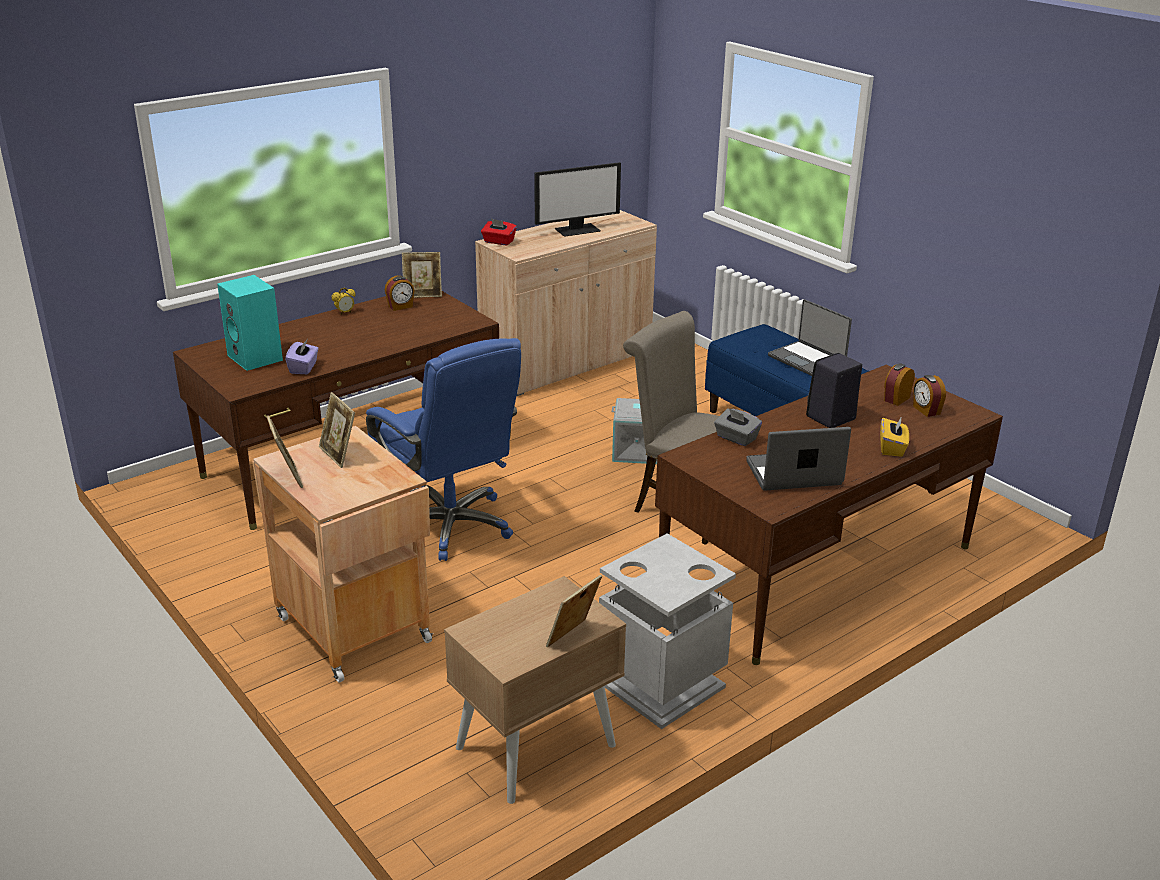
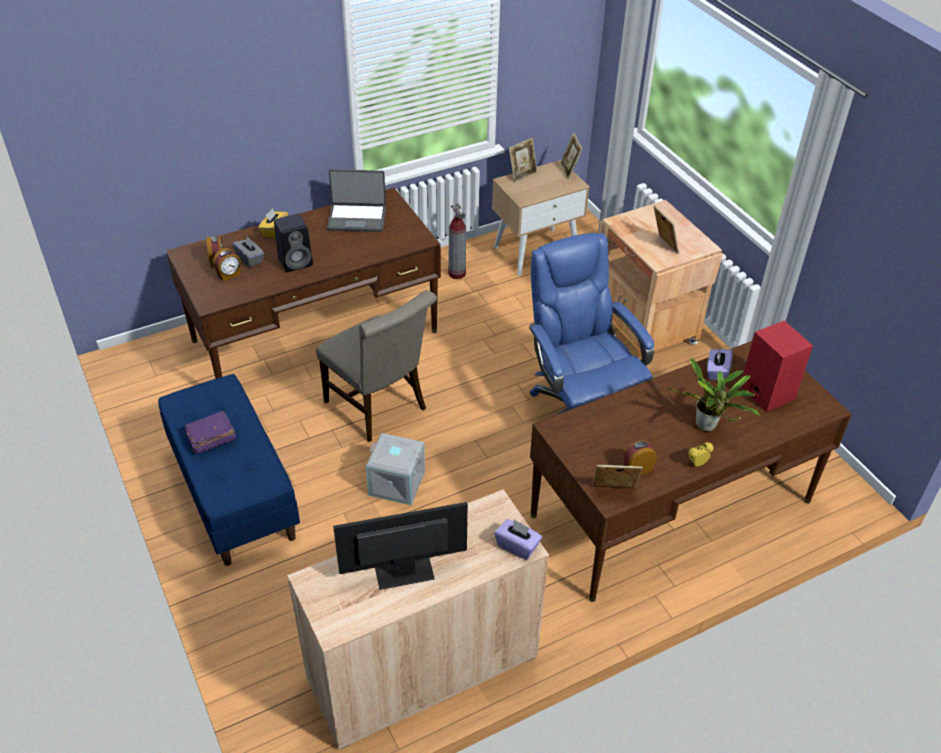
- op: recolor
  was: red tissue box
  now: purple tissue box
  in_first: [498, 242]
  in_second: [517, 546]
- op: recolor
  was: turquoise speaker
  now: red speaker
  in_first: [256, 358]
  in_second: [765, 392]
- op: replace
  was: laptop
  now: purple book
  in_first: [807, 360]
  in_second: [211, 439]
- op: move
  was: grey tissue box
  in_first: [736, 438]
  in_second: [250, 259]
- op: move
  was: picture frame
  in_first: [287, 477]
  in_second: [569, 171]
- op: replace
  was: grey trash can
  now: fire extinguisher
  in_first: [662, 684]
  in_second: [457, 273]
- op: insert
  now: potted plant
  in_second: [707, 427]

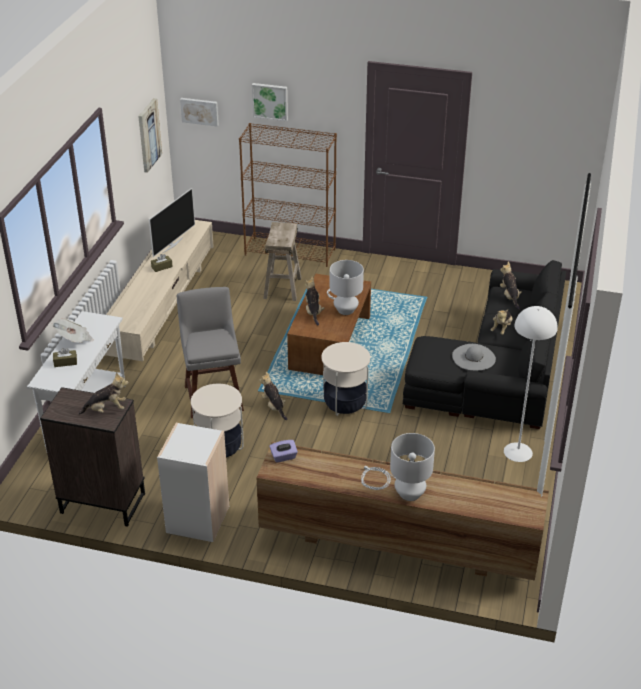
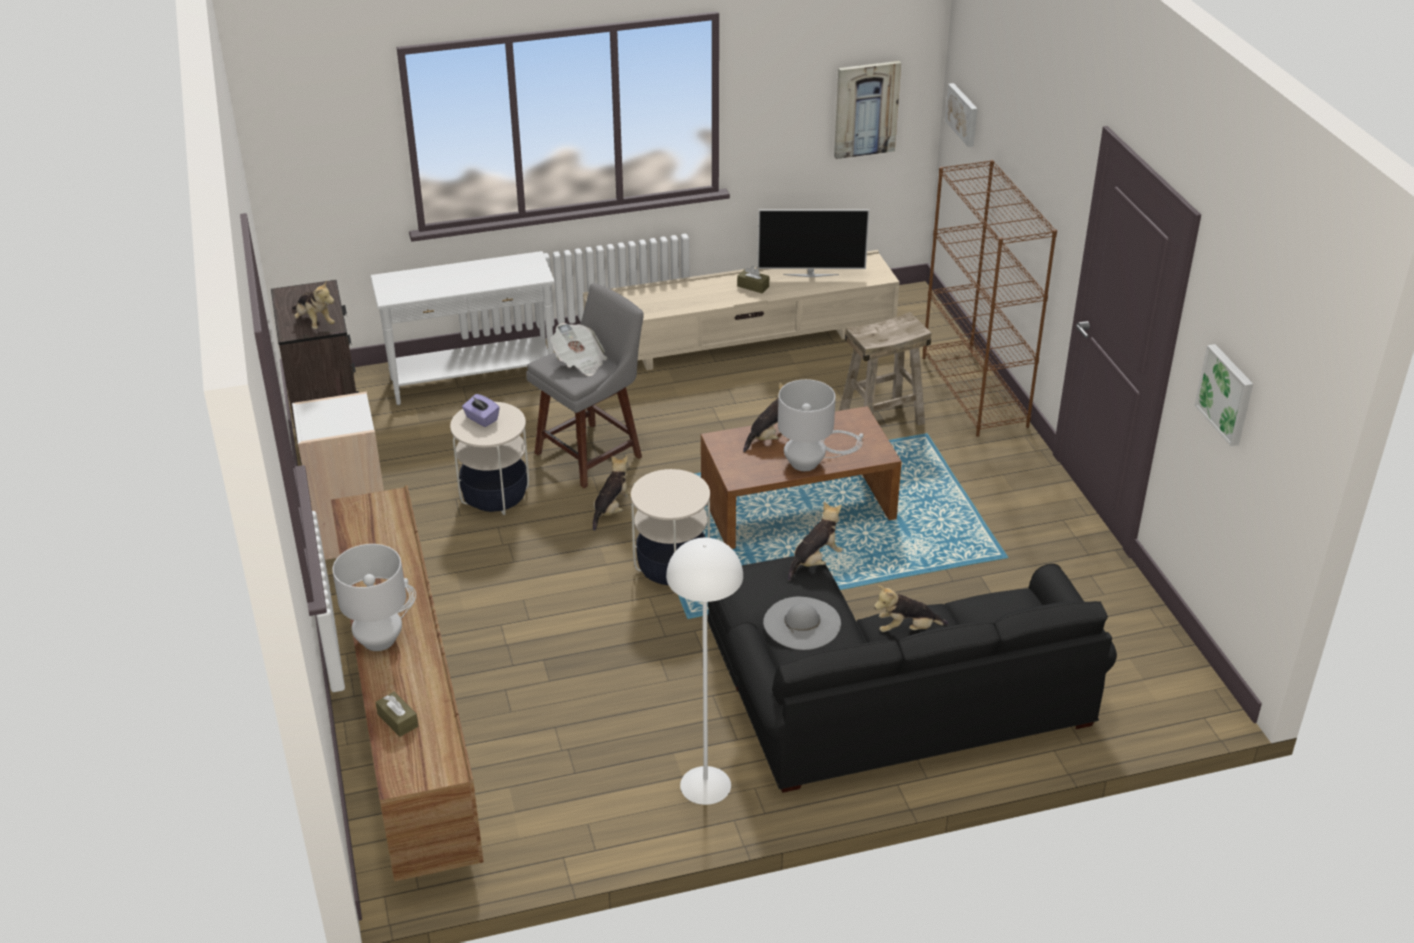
- op: move
  was: picture
  in_first: [270, 101]
  in_second: [1227, 394]
- op: move
  was: plush toy
  in_first: [509, 296]
  in_second: [815, 561]
- op: move
  was: newspaper
  in_first: [74, 339]
  in_second: [579, 362]
- op: move
  was: brown tissue box
  in_first: [65, 362]
  in_second: [398, 720]
- op: move
  was: purple tissue box
  in_first: [283, 457]
  in_second: [481, 419]

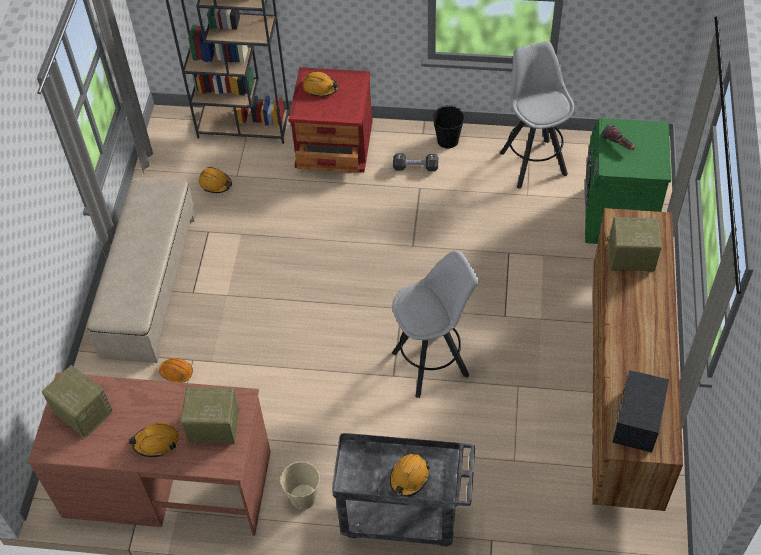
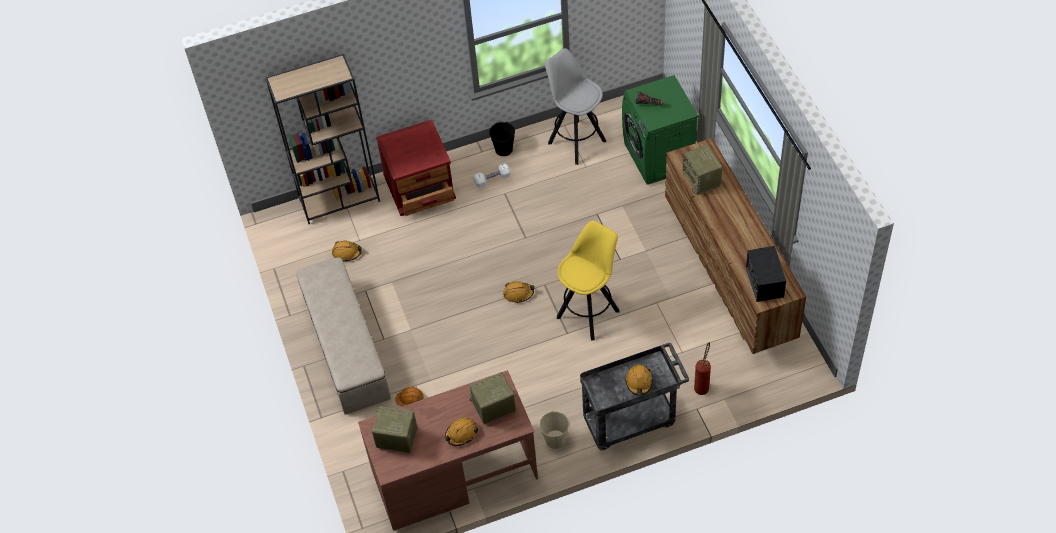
- op: move
  was: orange hard hat
  in_first: [320, 88]
  in_second: [518, 293]
- op: recolor
  was: black dumbbell
  now: white dumbbell
  in_first: [415, 167]
  in_second: [492, 179]
- op: rotate
  was: radio
  in_first: [630, 258]
  in_second: [702, 180]
  clockwise: -90
- op: recolor
  was: grey stool
  now: yellow stool
  in_first: [432, 363]
  in_second: [589, 313]
- op: insert
  now: fire extinguisher
  in_second: [702, 385]

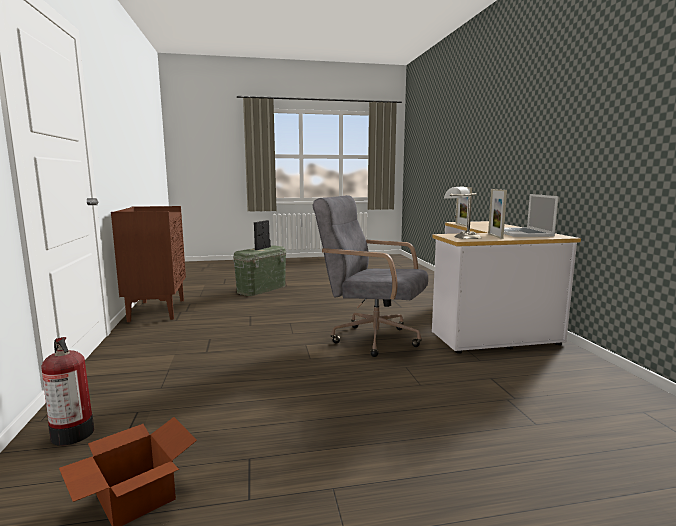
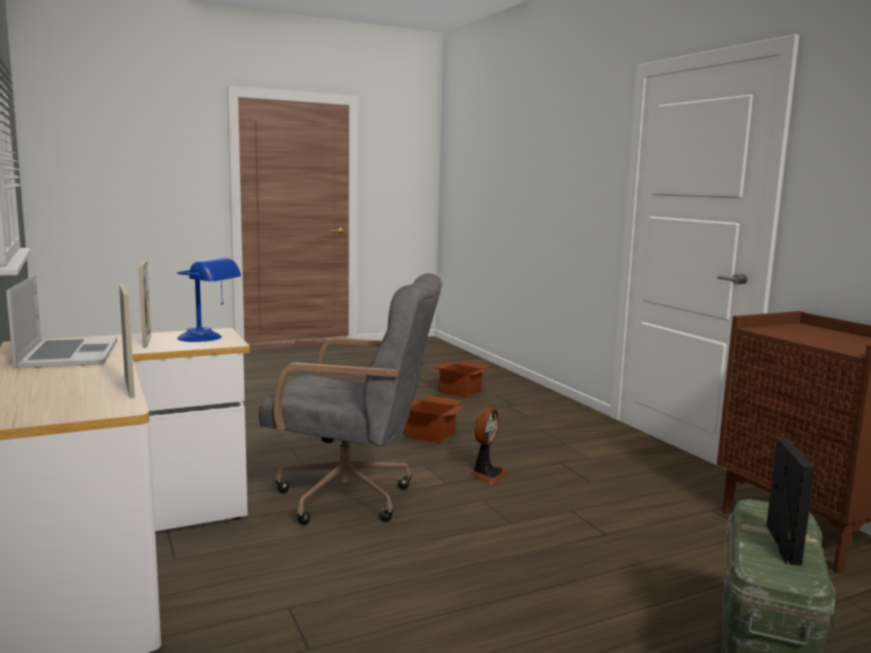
- op: recolor
  was: white table lamp
  now: blue table lamp
  in_first: [461, 236]
  in_second: [208, 338]
- op: delete
  was: fire extinguisher
  in_first: [72, 433]
- op: insert
  now: cardboard box
  in_second: [431, 434]
- op: insert
  now: fan
  in_second: [487, 474]

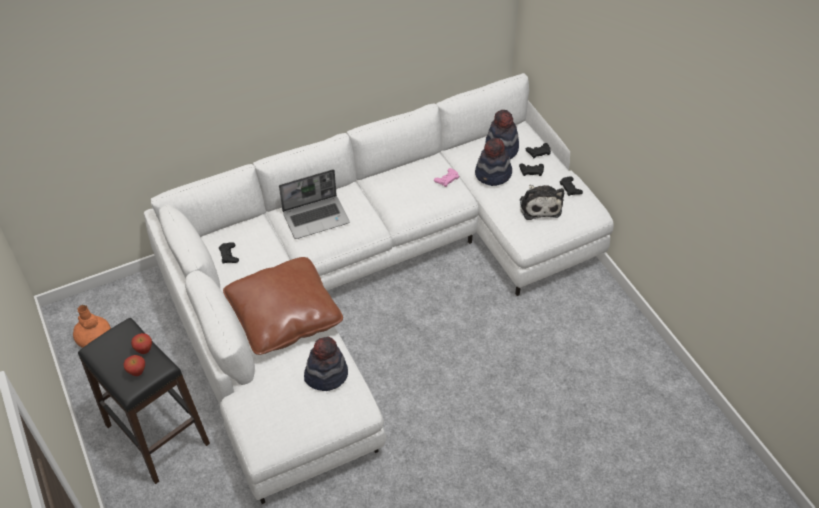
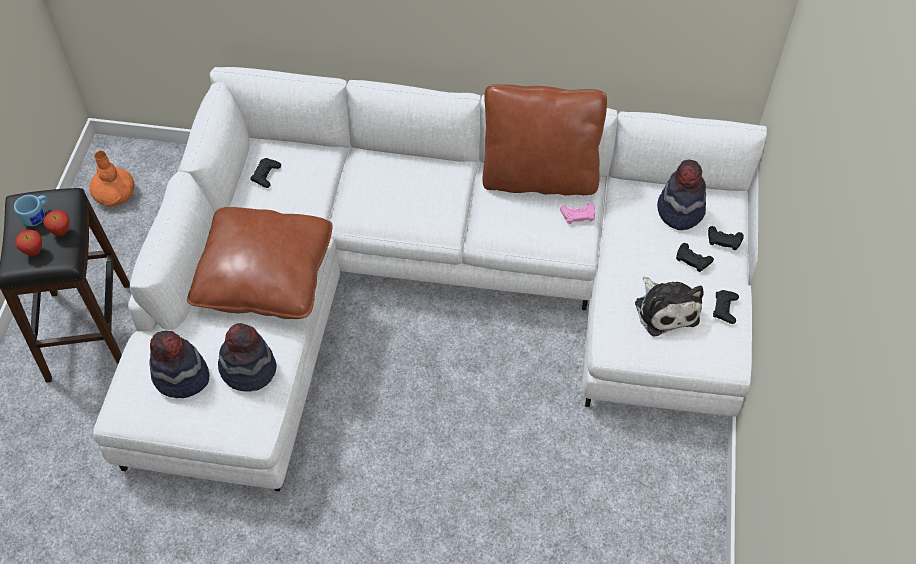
- op: move
  was: hat
  in_first: [493, 175]
  in_second: [181, 377]
- op: delete
  was: laptop
  in_first: [316, 217]
- op: rotate
  was: plush toy
  in_first: [539, 205]
  in_second: [665, 309]
  clockwise: -45
- op: insert
  now: brown pillow
  in_second: [539, 178]
- op: insert
  now: blue mug
  in_second: [37, 216]

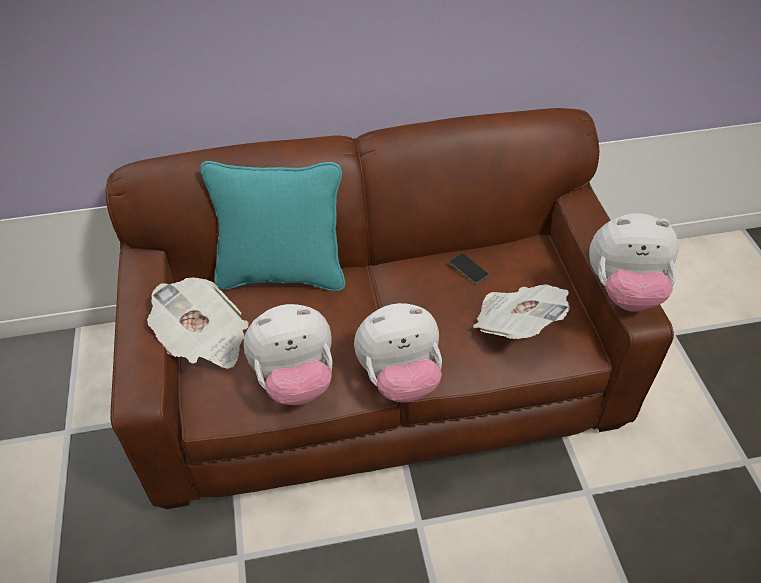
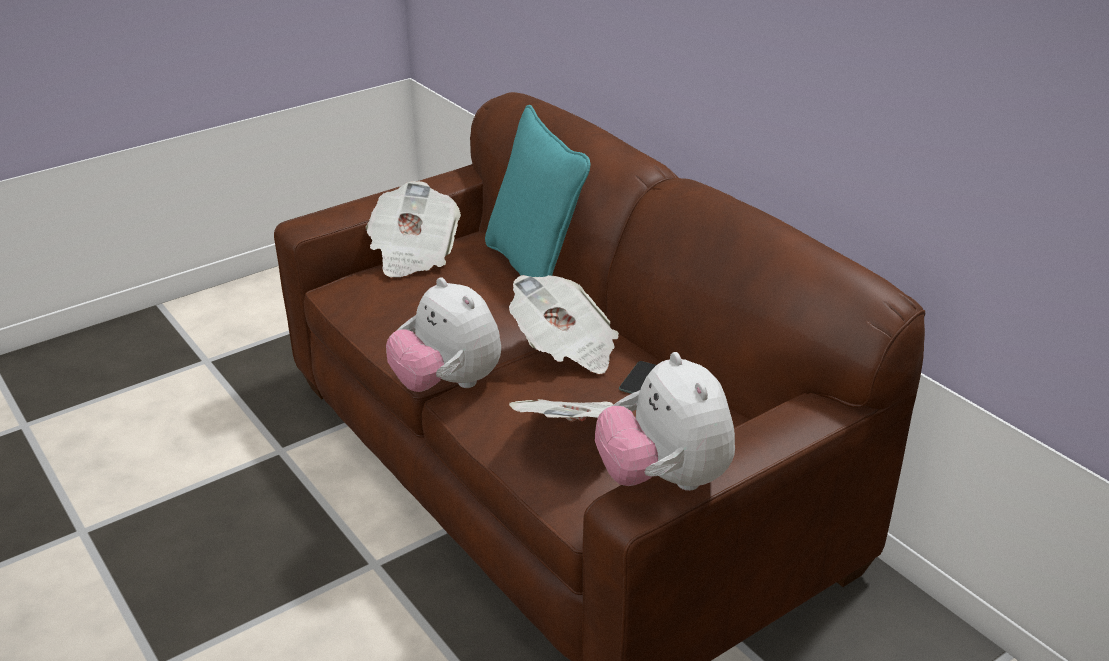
- op: delete
  was: plush toy
  in_first: [295, 380]
- op: insert
  now: newspaper
  in_second: [565, 348]

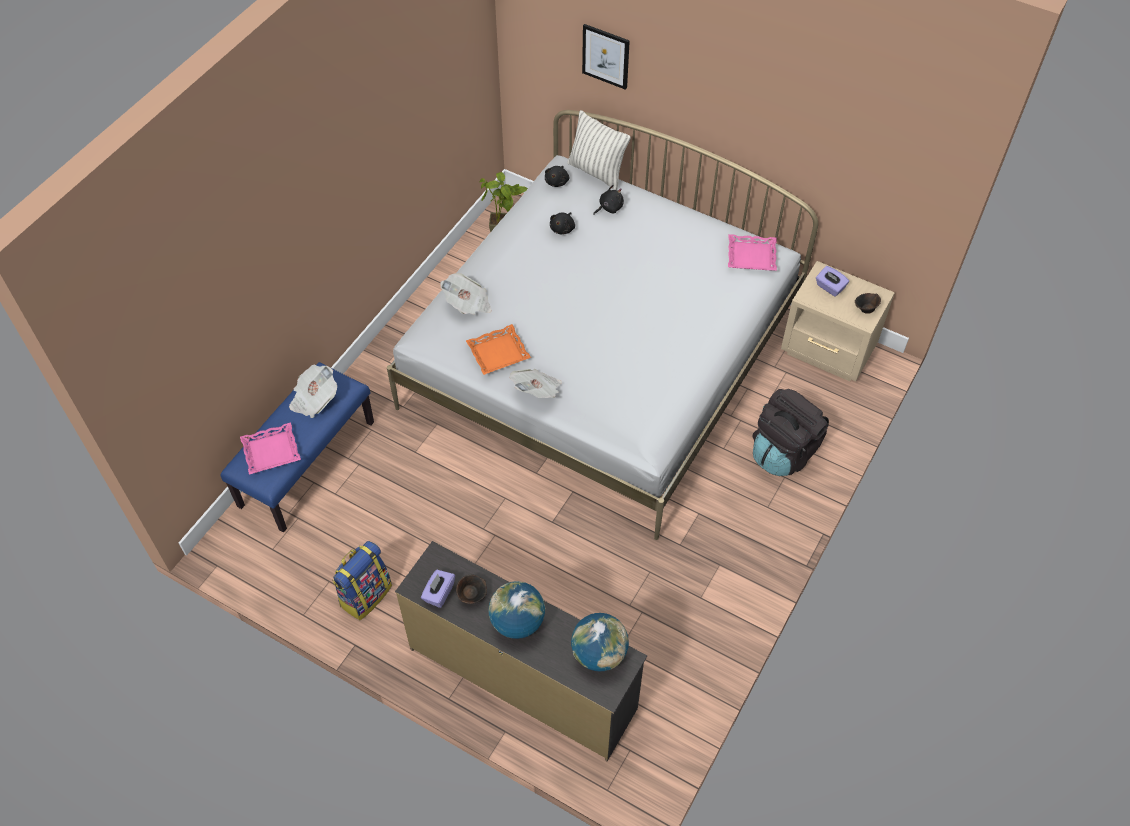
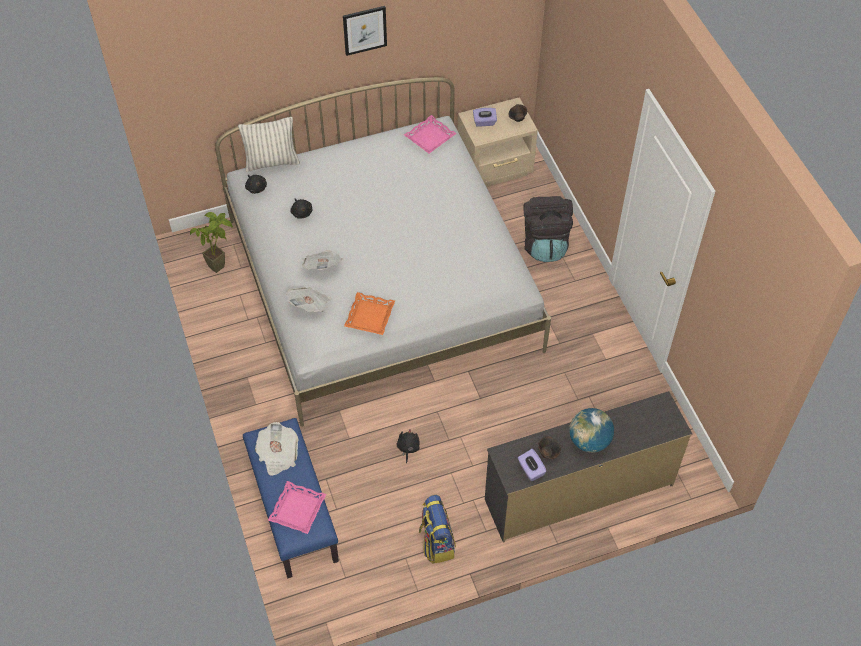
- op: move
  was: picture
  in_first: [606, 56]
  in_second: [364, 30]
- op: move
  was: black plush toy
  in_first: [609, 207]
  in_second: [408, 448]
- op: move
  was: newspaper
  in_first: [537, 391]
  in_second: [323, 267]
- op: delete
  was: globe
  in_first: [599, 654]

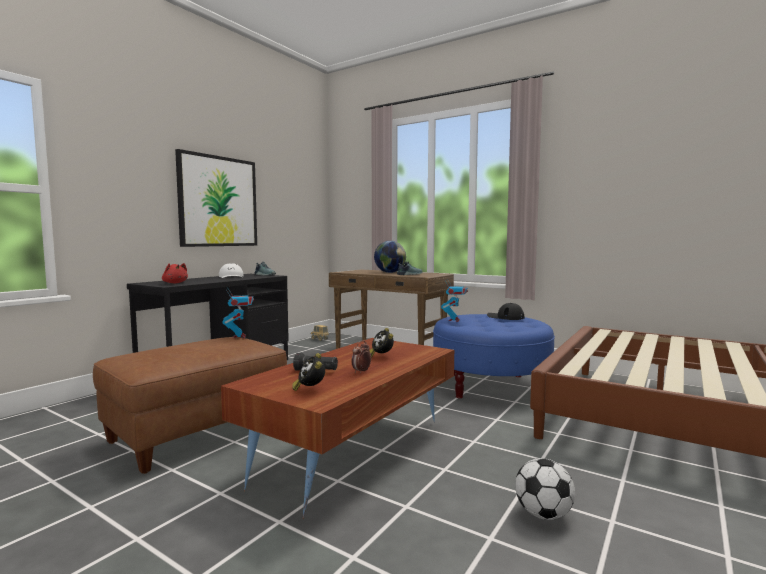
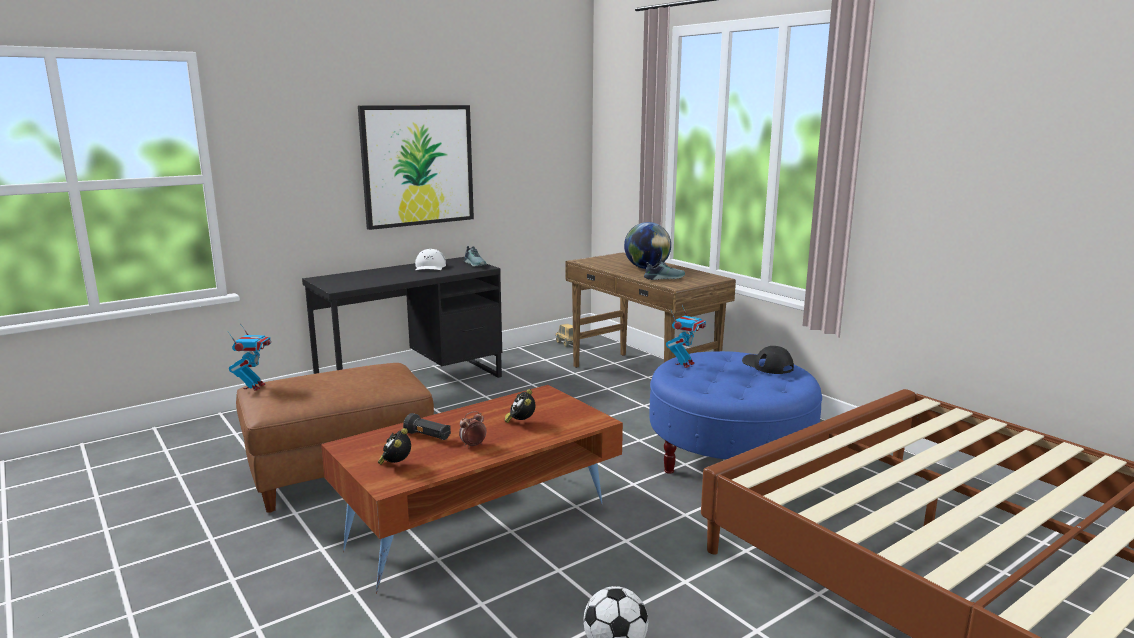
- op: delete
  was: red plush toy
  in_first: [175, 283]
- op: move
  was: toy robot
  in_first: [239, 336]
  in_second: [254, 387]

